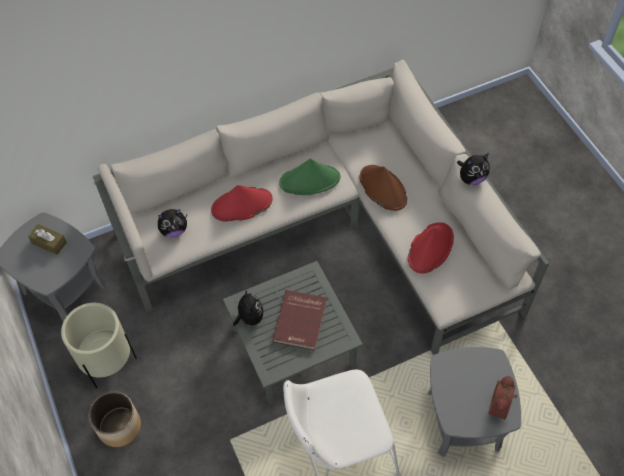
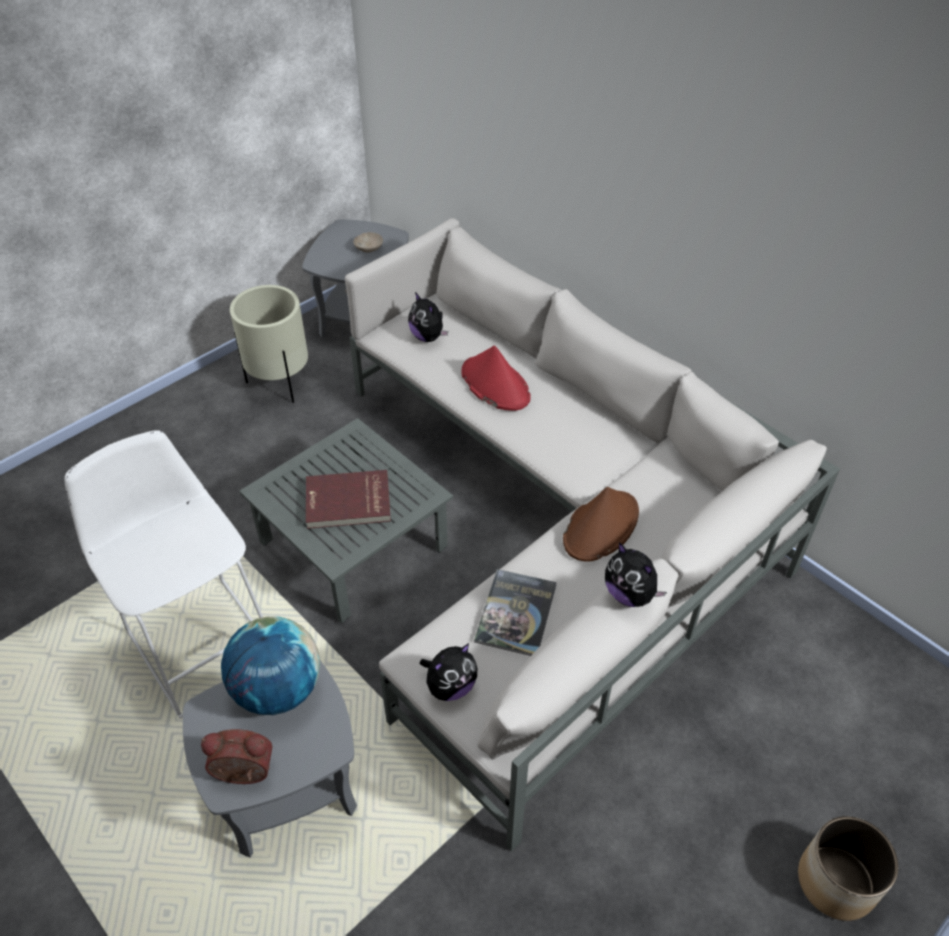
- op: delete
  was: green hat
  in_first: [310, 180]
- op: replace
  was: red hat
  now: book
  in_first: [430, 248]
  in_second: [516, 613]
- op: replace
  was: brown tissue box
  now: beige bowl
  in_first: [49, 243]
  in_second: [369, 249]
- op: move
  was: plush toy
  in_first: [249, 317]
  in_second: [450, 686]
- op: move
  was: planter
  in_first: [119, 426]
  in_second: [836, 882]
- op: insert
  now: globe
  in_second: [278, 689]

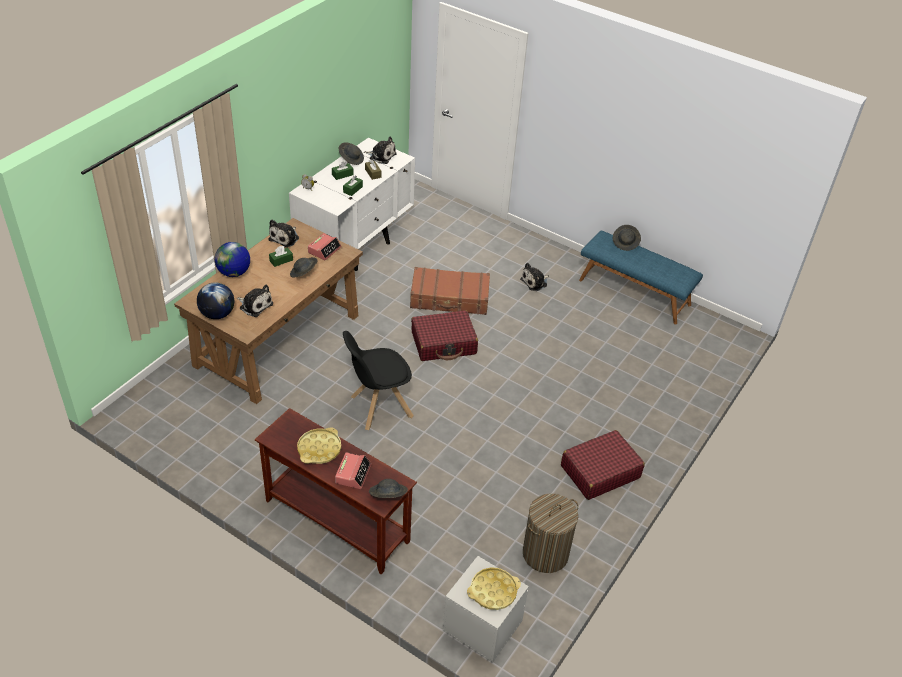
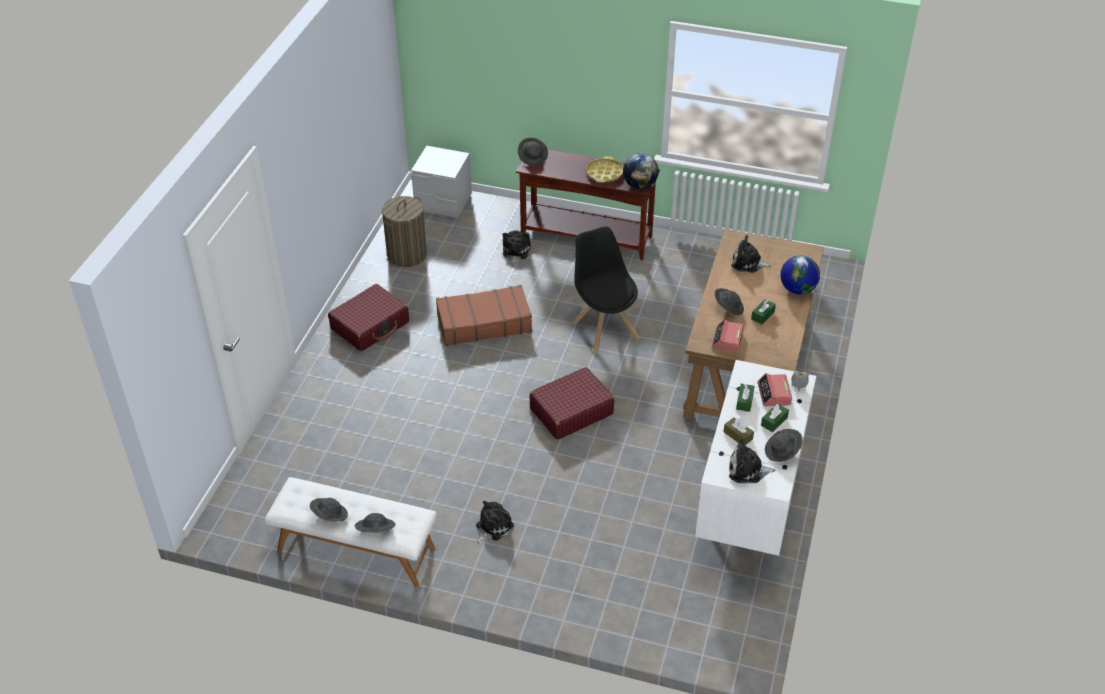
- op: move
  was: plush toy
  in_first: [285, 238]
  in_second: [515, 252]
- op: recolor
  was: blue bench
  now: white bench
  in_first: [634, 292]
  in_second: [355, 550]
- op: move
  was: brown suitcase
  in_first: [450, 299]
  in_second: [483, 323]
- op: move
  was: globe
  in_first: [217, 314]
  in_second: [639, 185]
- op: rotate
  was: black chair
  in_first: [378, 407]
  in_second: [603, 328]
  clockwise: -75
- op: move
  was: alarm clock
  in_first: [353, 473]
  in_second: [774, 394]
- op: delete
  was: yellow tray
  in_first: [493, 591]
- op: insert
  now: grey hat
  in_second: [329, 516]

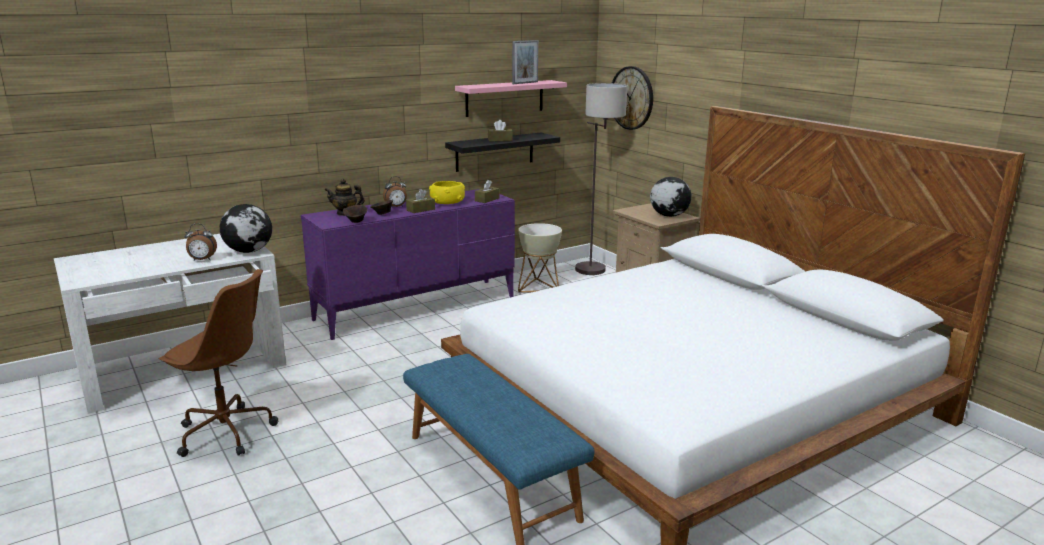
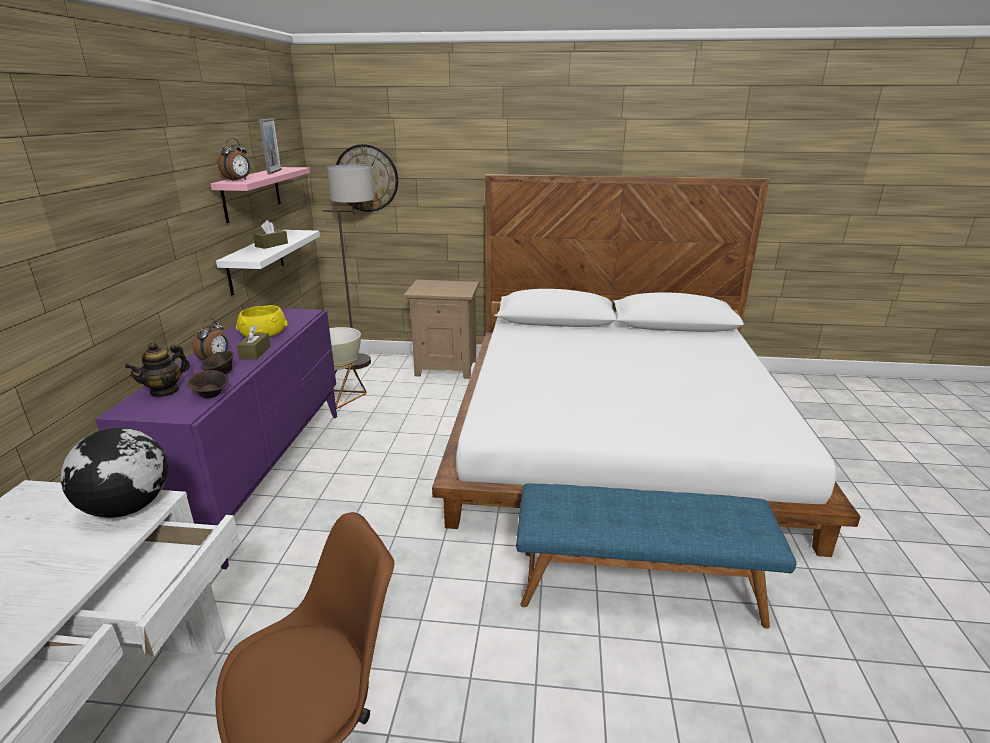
- op: recolor
  was: black shelf
  now: white shelf
  in_first: [495, 152]
  in_second: [256, 261]
- op: delete
  was: globe
  in_first: [668, 216]
- op: delete
  was: brown tissue box
  in_first: [487, 199]
- op: move
  was: alarm clock
  in_first: [202, 260]
  in_second: [238, 180]

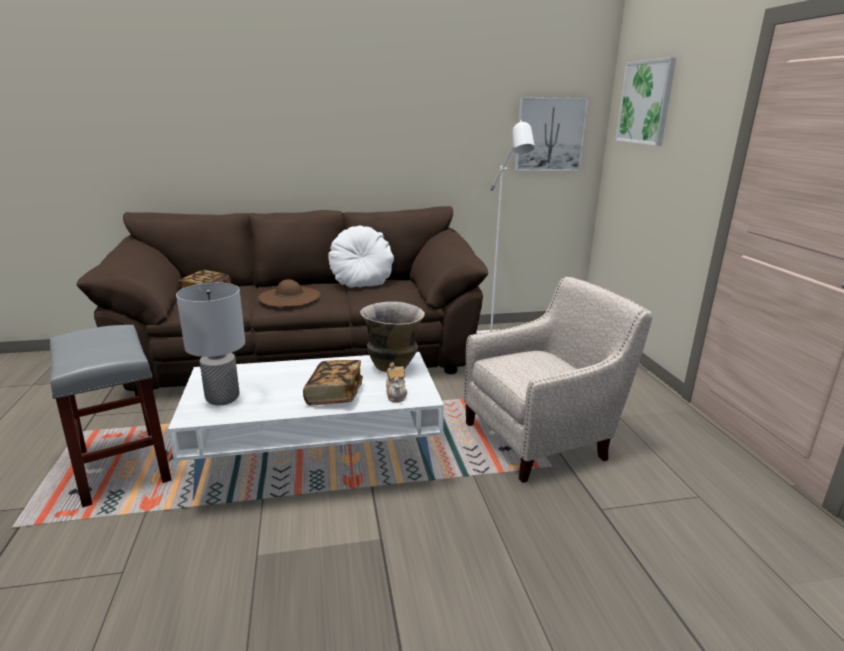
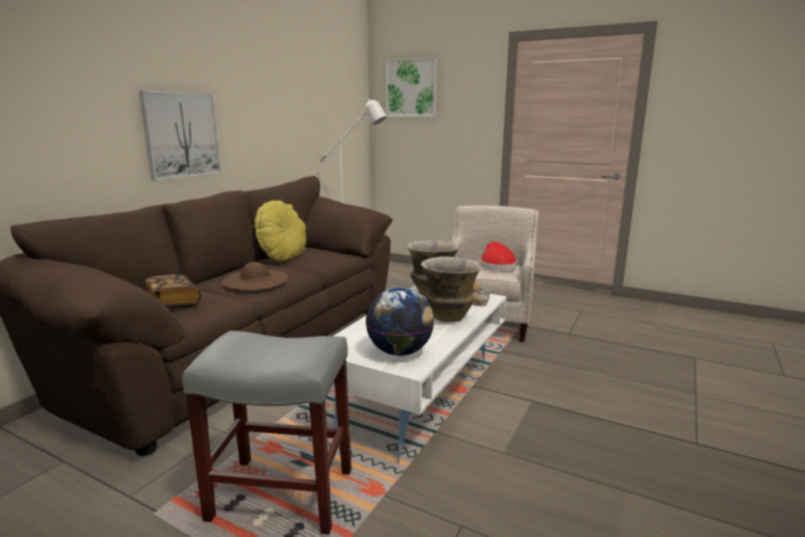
- op: move
  was: picture
  in_first: [550, 134]
  in_second: [181, 135]
- op: recolor
  was: white pillow
  now: yellow pillow
  in_first: [362, 285]
  in_second: [283, 258]
- op: replace
  was: grey table lamp
  now: globe
  in_first: [223, 400]
  in_second: [400, 352]
- op: replace
  was: book
  now: vase
  in_first: [334, 395]
  in_second: [449, 317]
- op: insert
  now: red hat
  in_second: [496, 265]

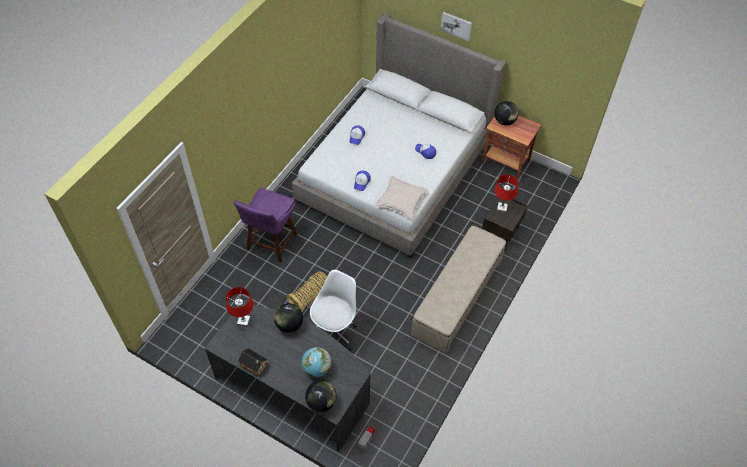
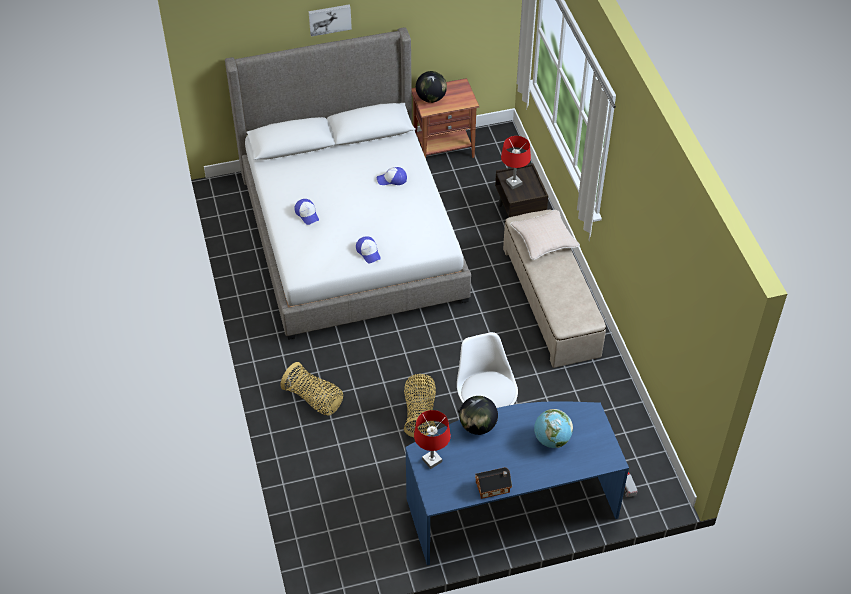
- op: move
  was: beige pillow
  in_first: [401, 200]
  in_second: [544, 239]
- op: replace
  was: purple stool
  now: basket
  in_first: [271, 243]
  in_second: [314, 399]
- op: recolor
  was: grey desk
  now: blue desk
  in_first: [294, 387]
  in_second: [510, 503]
- op: delete
  was: globe
  in_first: [321, 402]

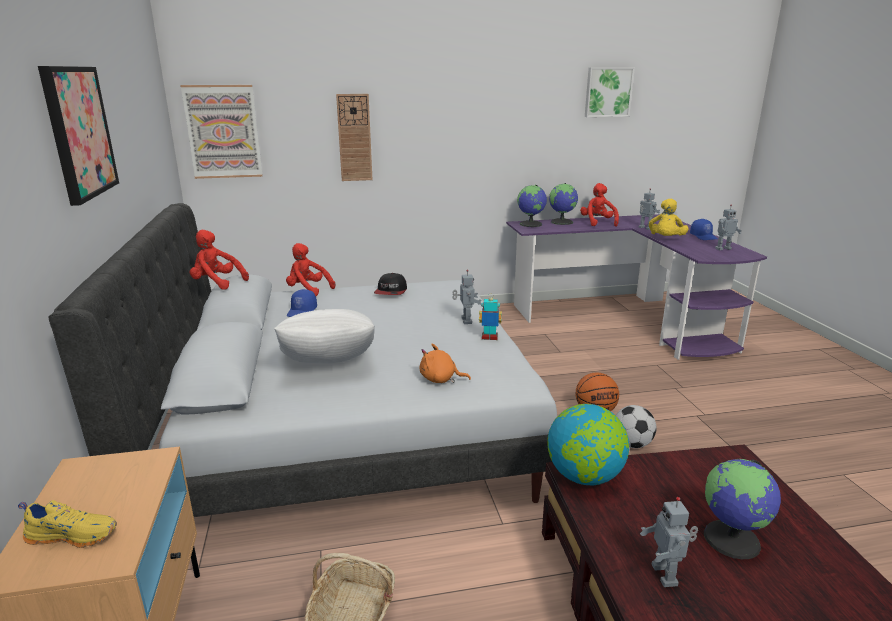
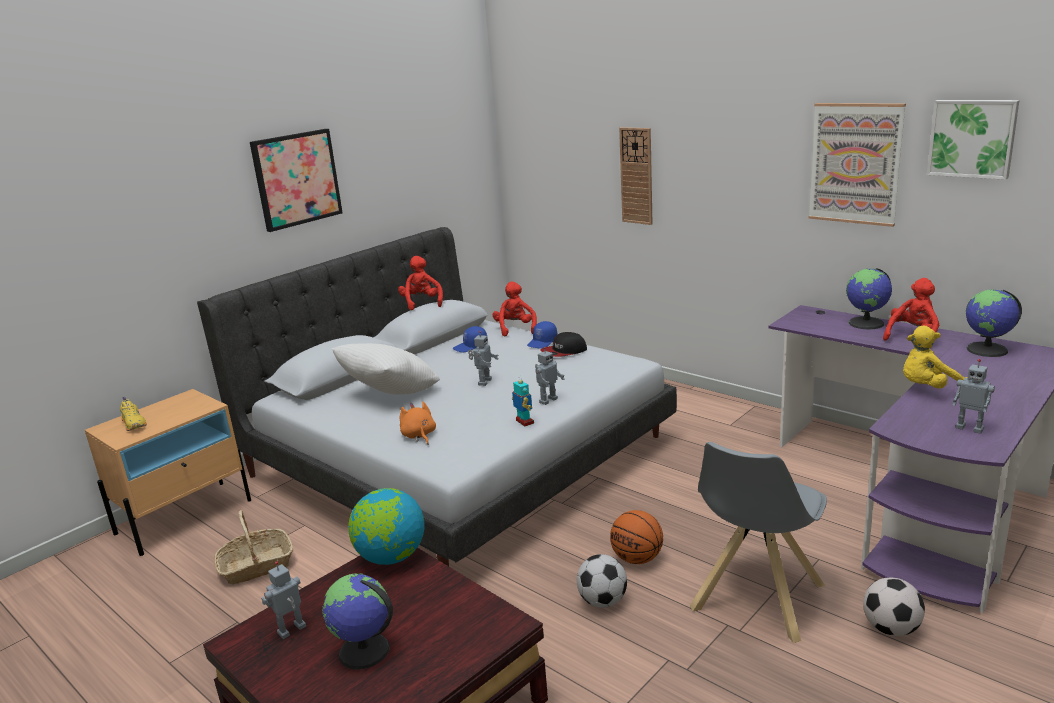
- op: move
  was: picture
  in_first: [223, 132]
  in_second: [855, 163]
- op: move
  was: globe
  in_first: [531, 224]
  in_second: [987, 350]
- op: move
  was: toy robot
  in_first: [644, 228]
  in_second: [484, 382]
- op: move
  was: blue cap
  in_first: [704, 236]
  in_second: [542, 342]
- op: insert
  now: grey chair
  in_second: [755, 599]
- op: insert
  now: football
  in_second: [891, 629]

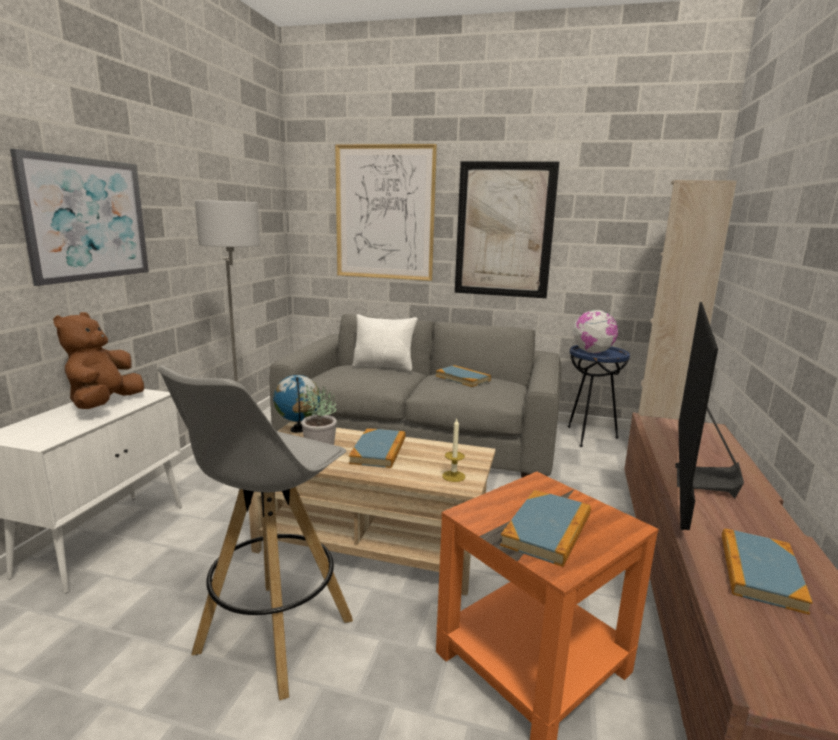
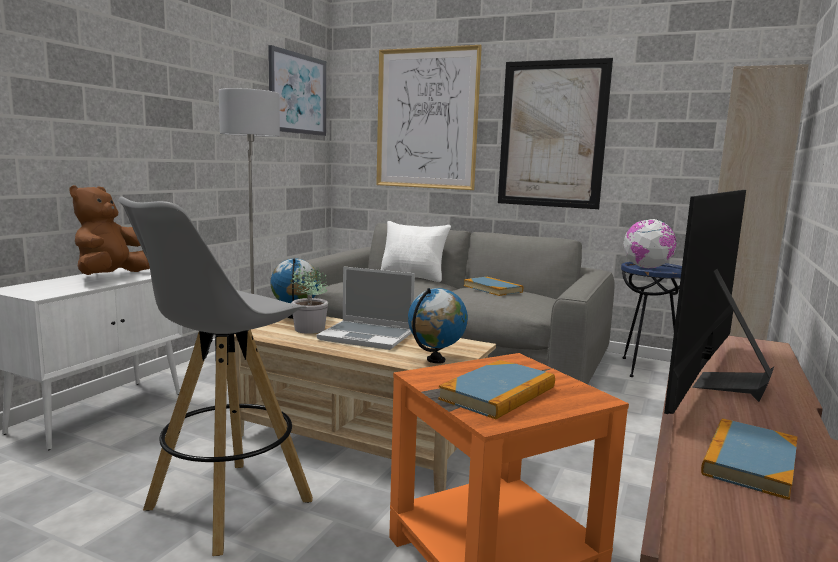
- op: move
  was: picture
  in_first: [87, 219]
  in_second: [298, 94]
- op: replace
  was: candle
  now: globe
  in_first: [453, 476]
  in_second: [436, 360]
- op: replace
  was: book
  now: laptop
  in_first: [378, 451]
  in_second: [368, 337]

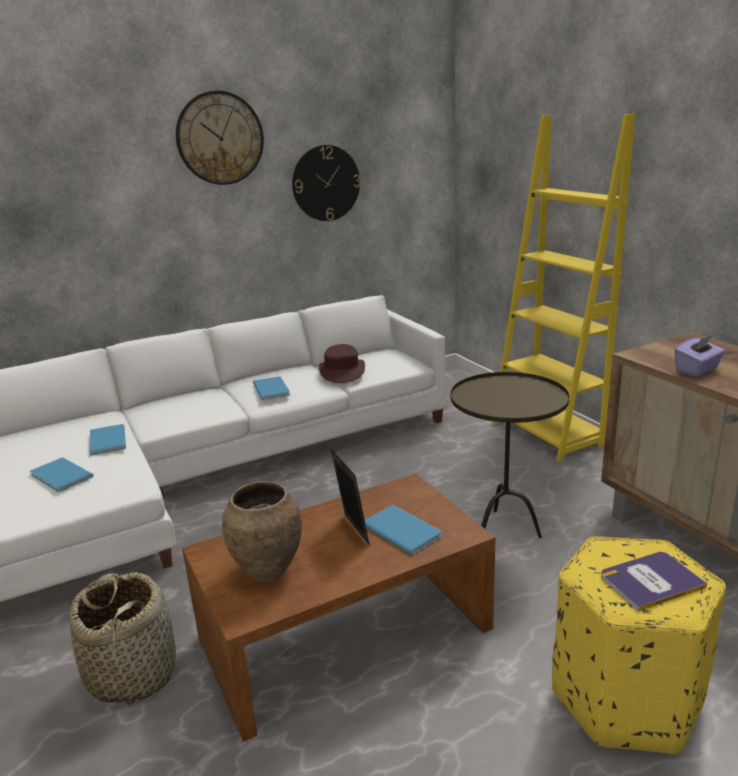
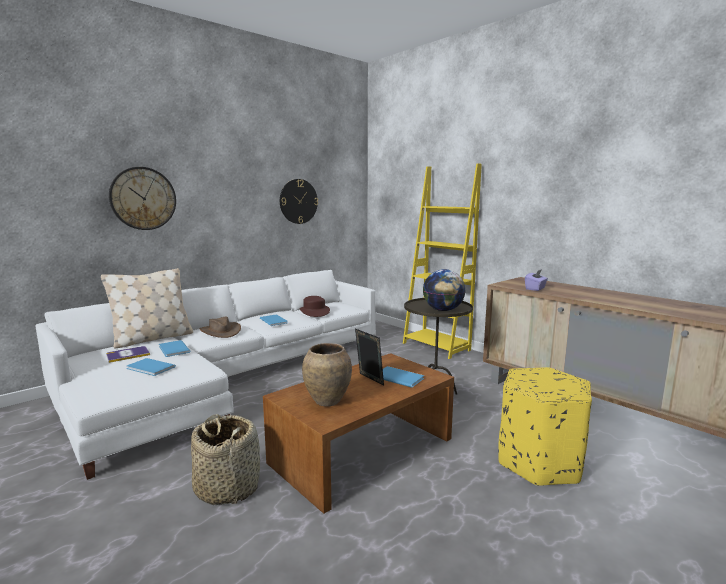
- op: move
  was: wall clock
  in_first: [220, 138]
  in_second: [143, 198]
- op: move
  was: book
  in_first: [651, 581]
  in_second: [128, 355]
- op: insert
  now: beige pillow
  in_second: [152, 338]
- op: insert
  now: globe
  in_second: [443, 310]
- op: insert
  now: brown hat
  in_second: [220, 331]

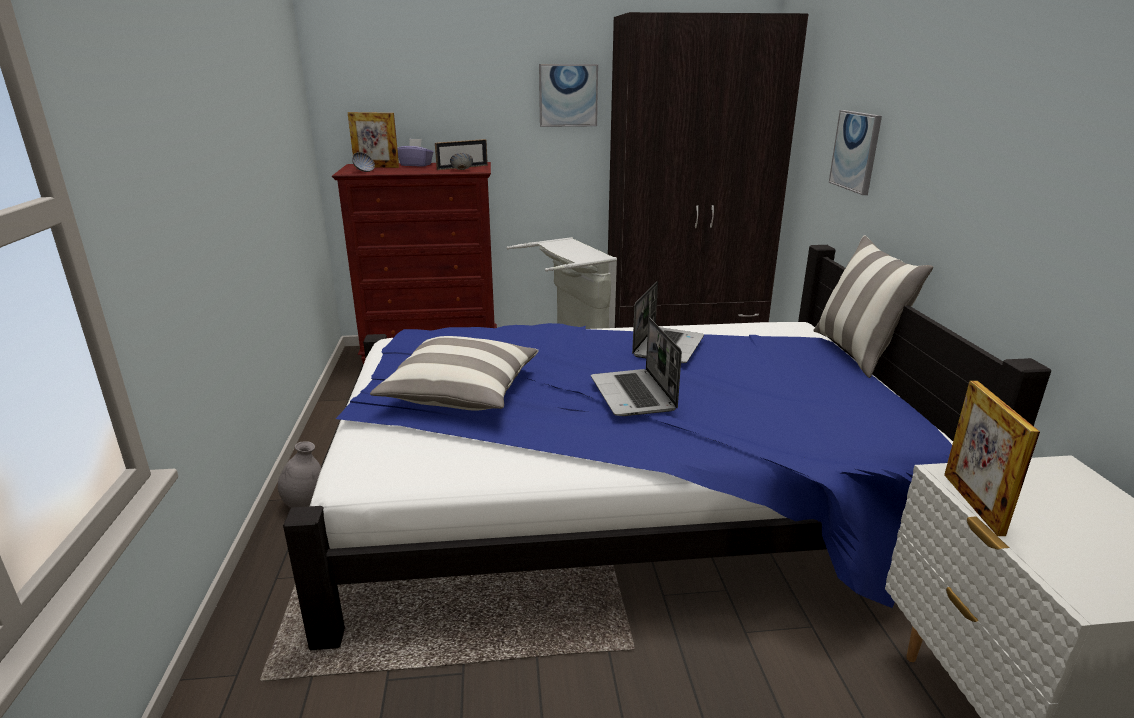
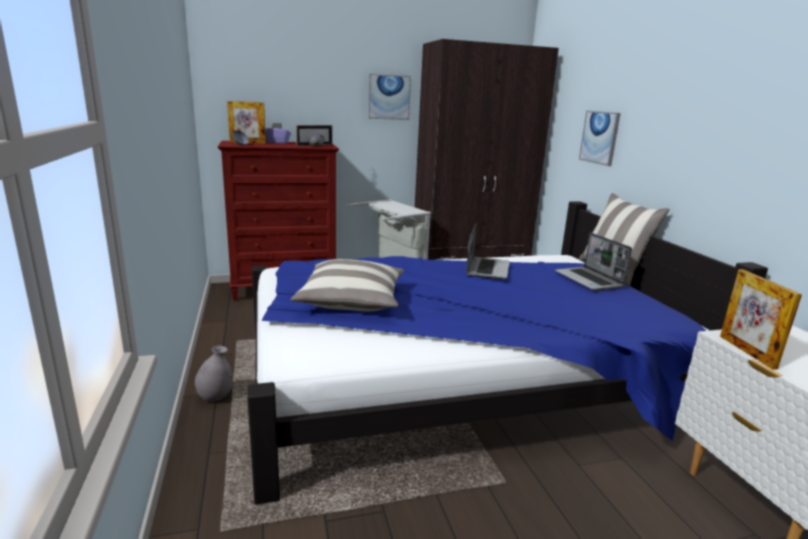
- op: move
  was: laptop
  in_first: [634, 395]
  in_second: [589, 280]

